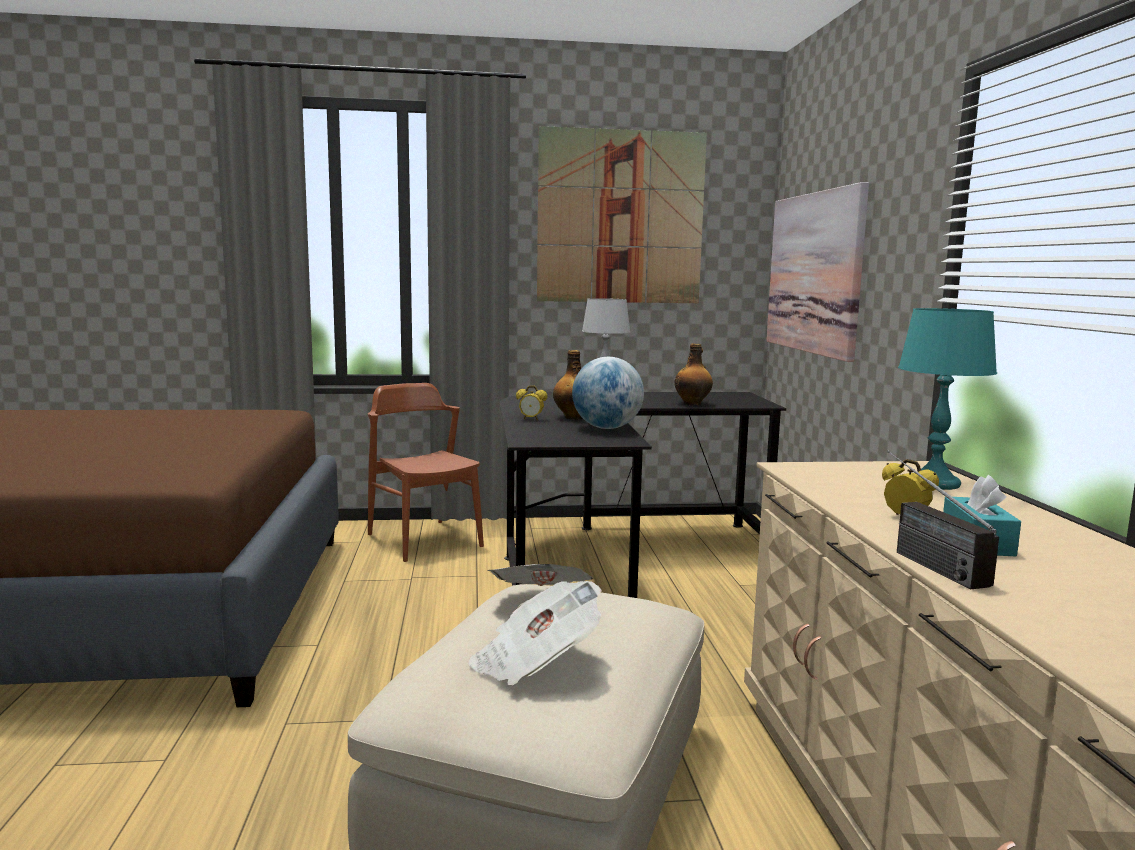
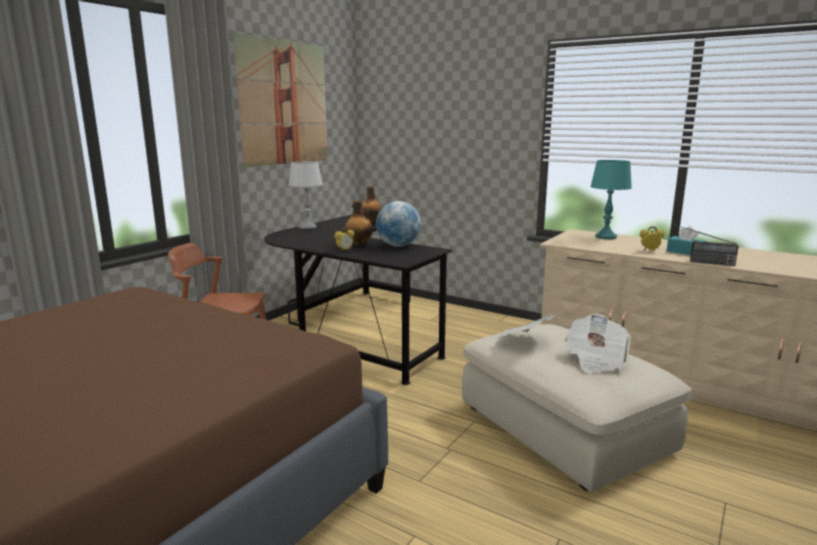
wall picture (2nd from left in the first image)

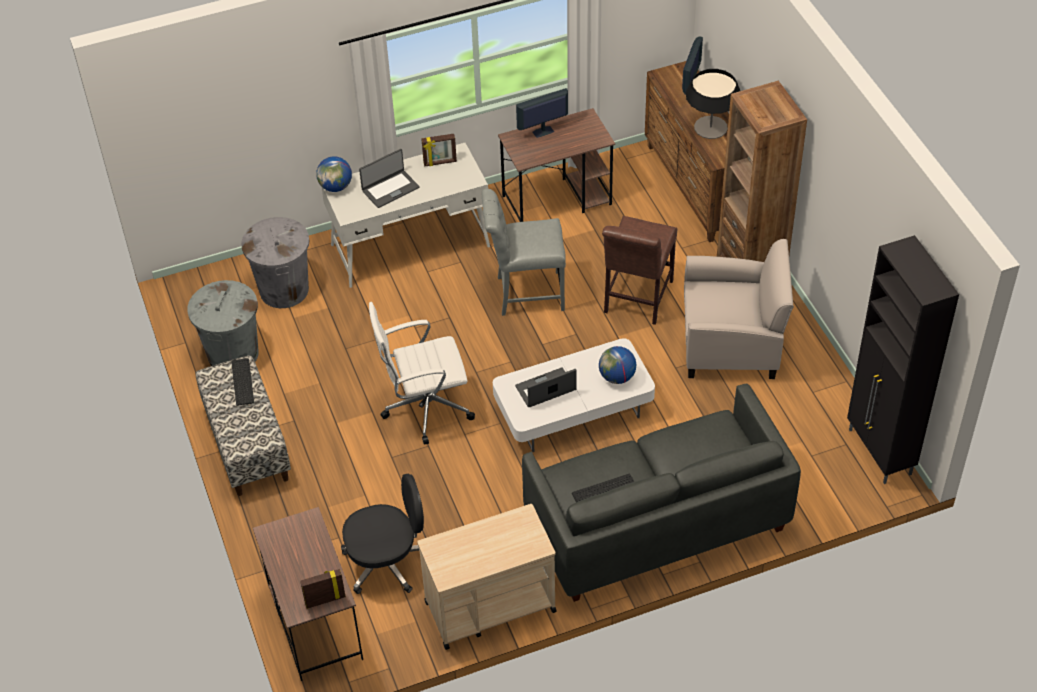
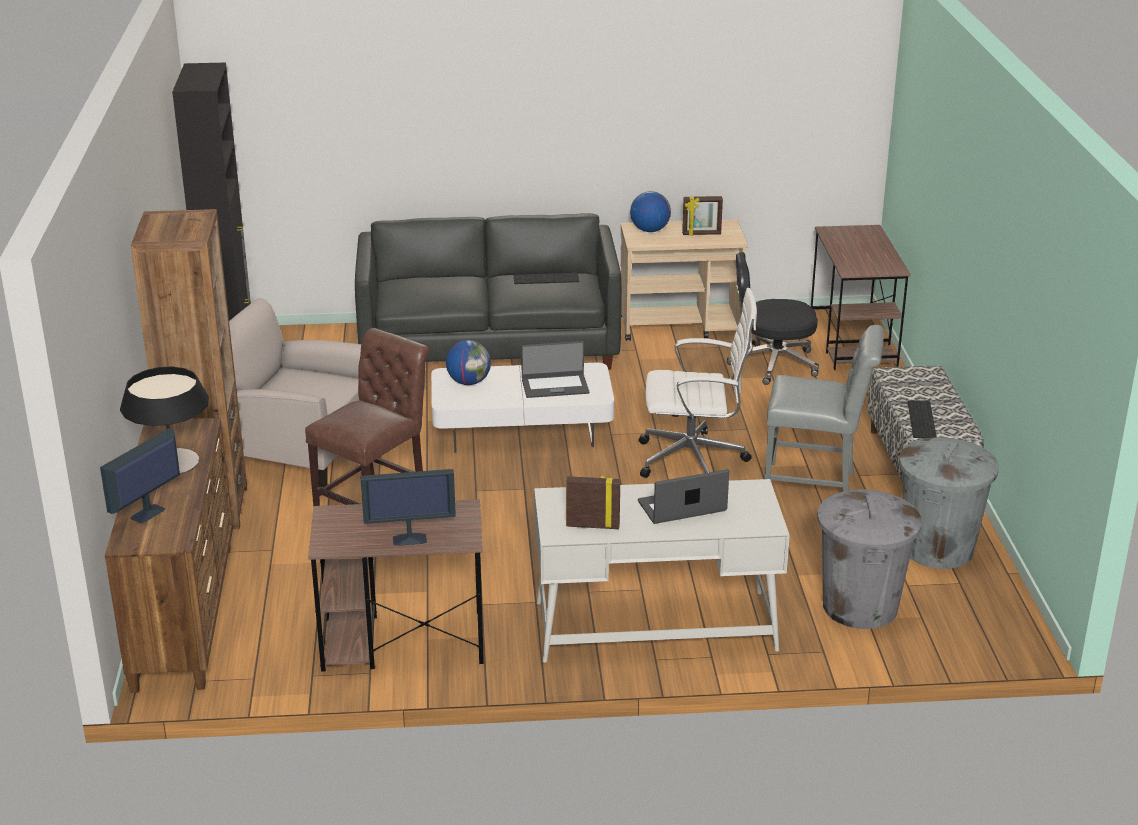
world globe (2nd from left)
picture frame (2nd from left)
gray plain chair

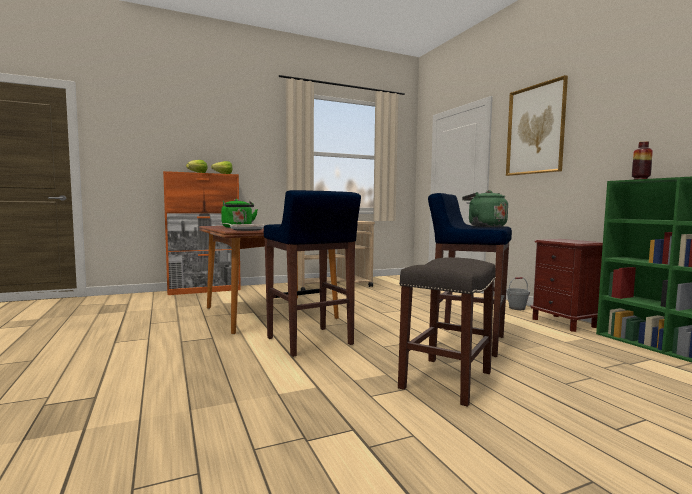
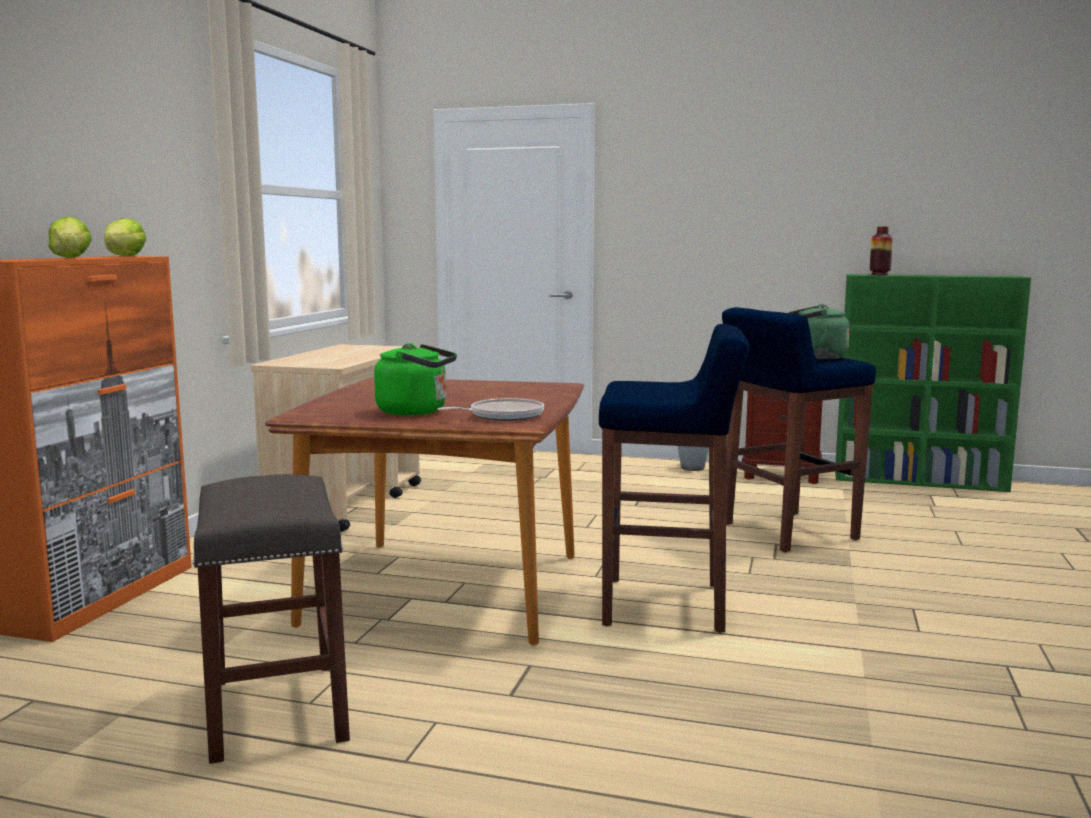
gray sitting stool
wall picture

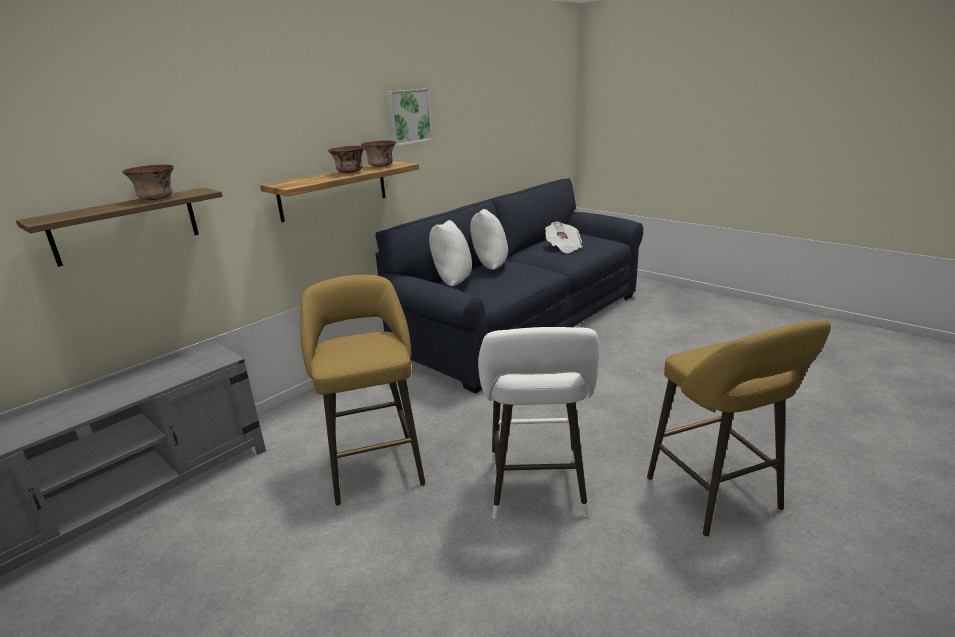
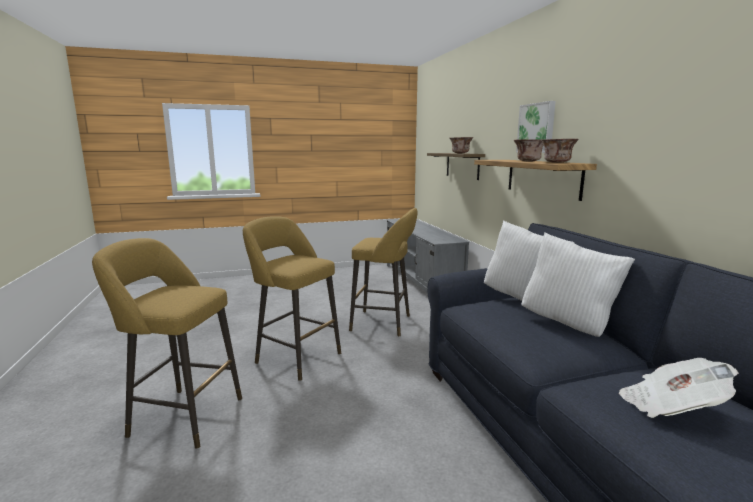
yellow-coloured sitting stool (2nd from left)
wall picture

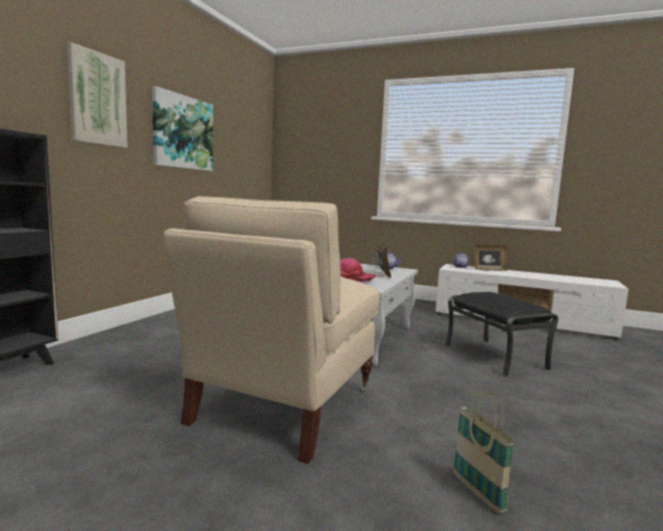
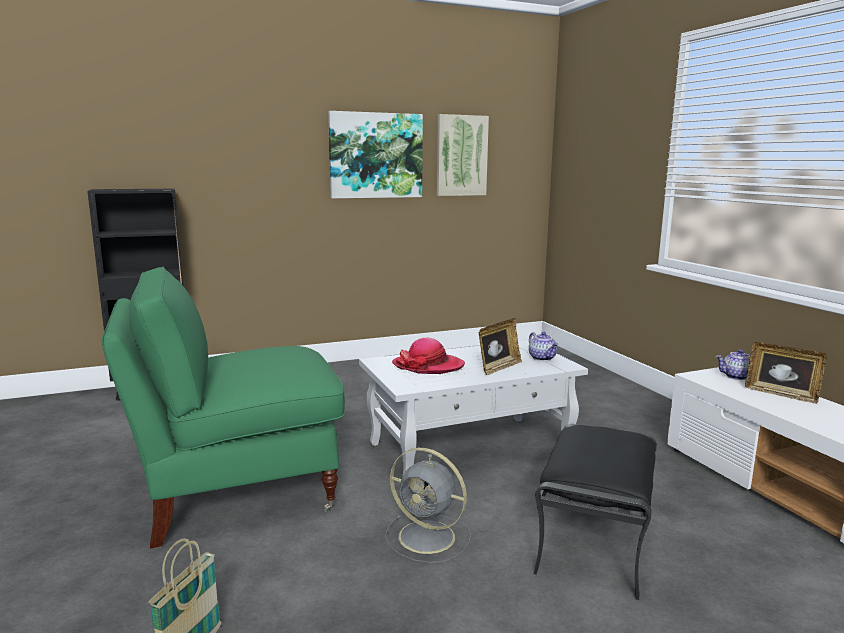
green armchair
gray cooling fan
wall picture (2nd from left)

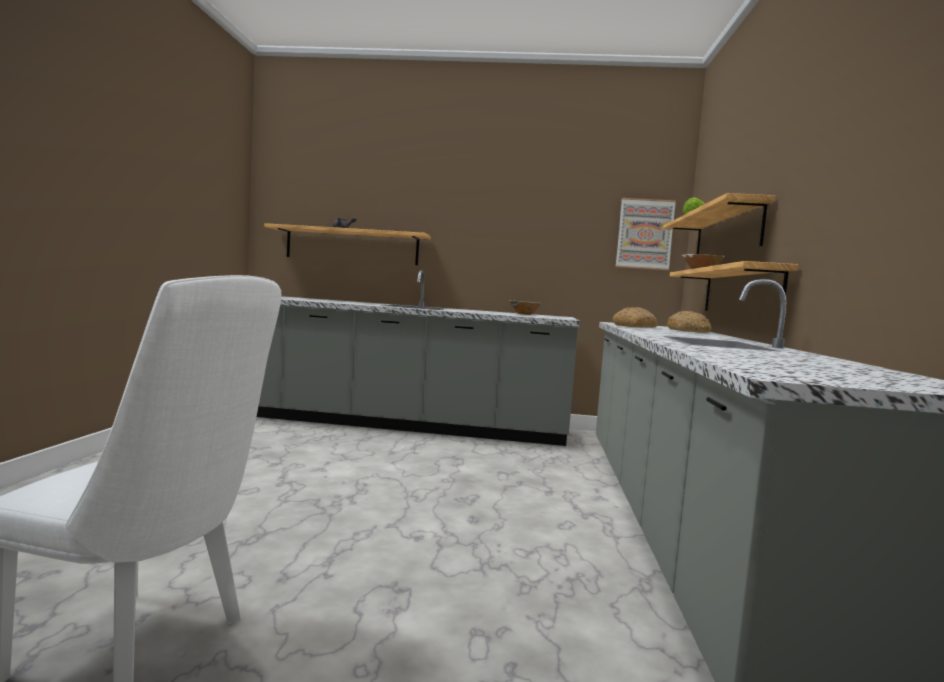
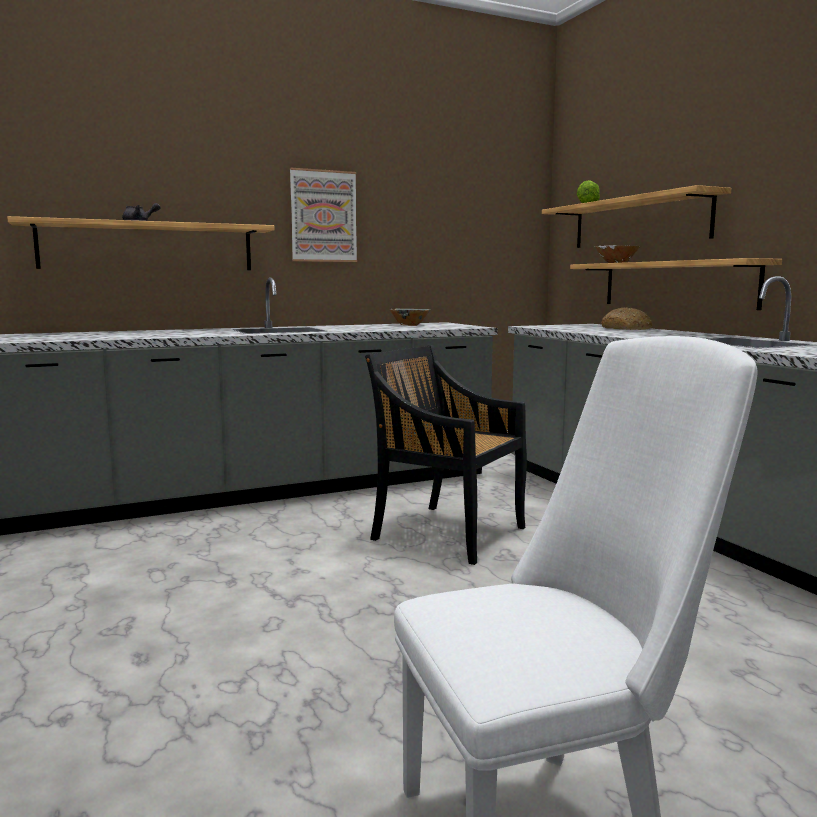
wall picture
blackish plain chair
bakery bread (1st from left in the first image)

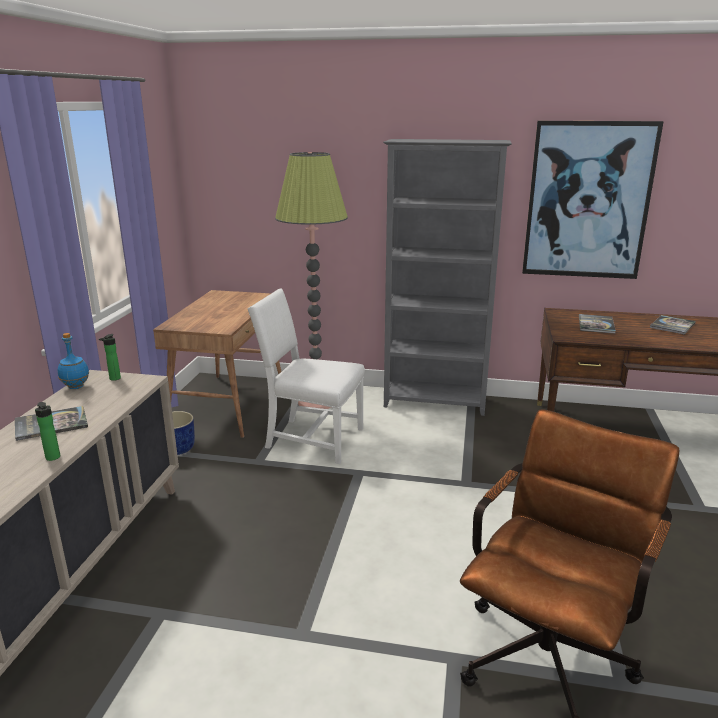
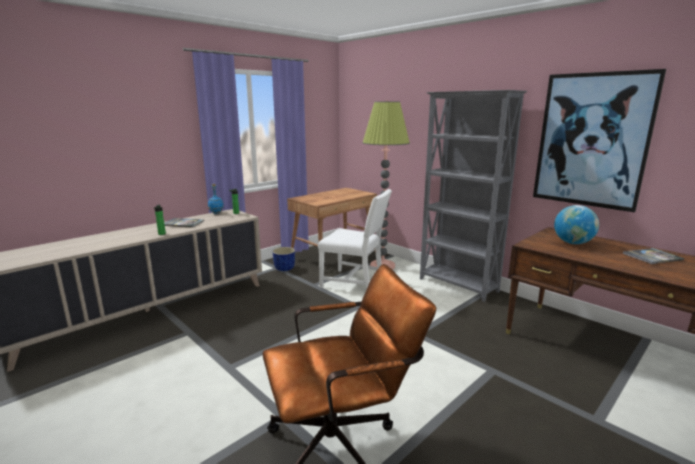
white-coloured plain chair
world globe

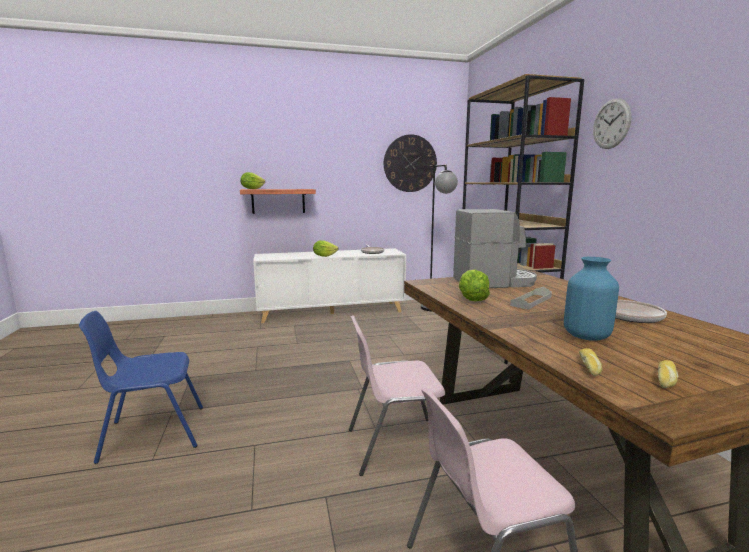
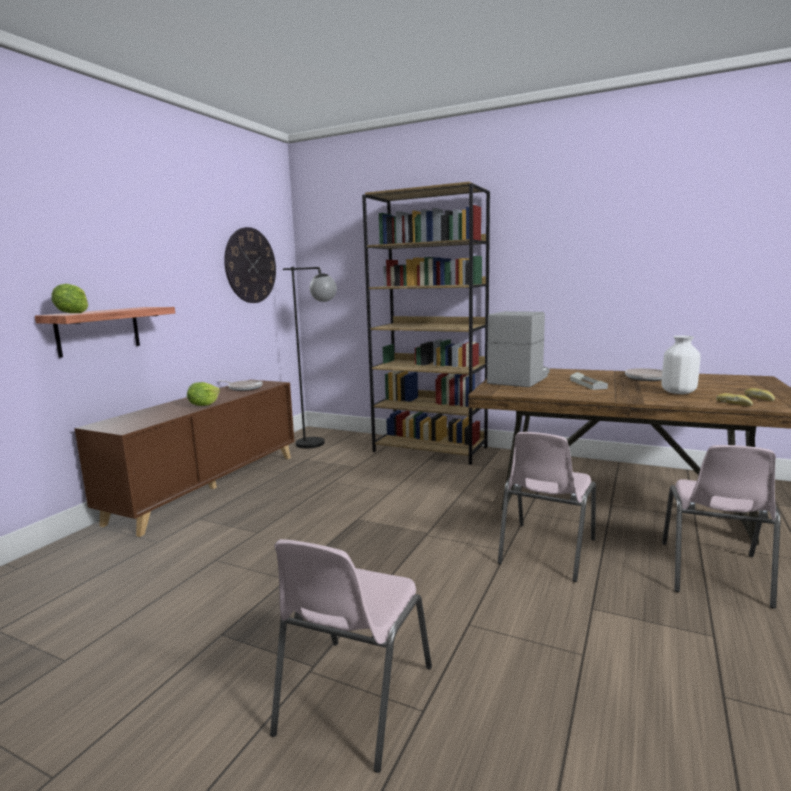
brownish cabinet
pinkish plain chair (1st from left)
white-coloured decorative vase
lettuce head (3rd from left in the first image)
clock on the wall (2nd from left in the first image)

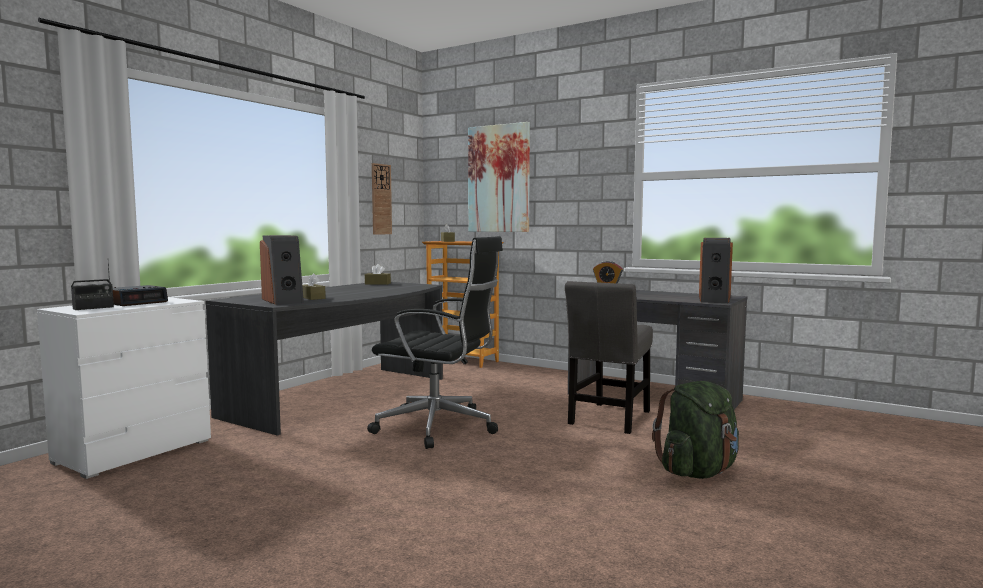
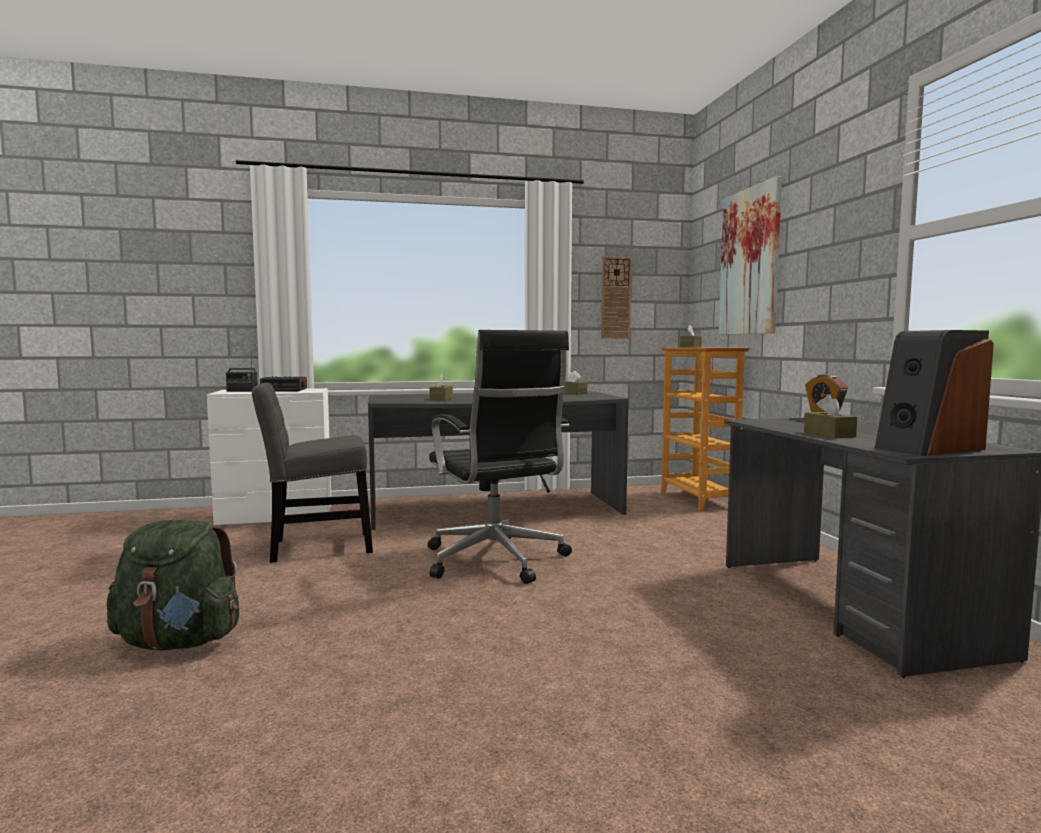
green rucksack
gray plain chair
brownish box of tissues (4th from left)
audio speaker (1st from left in the first image)

